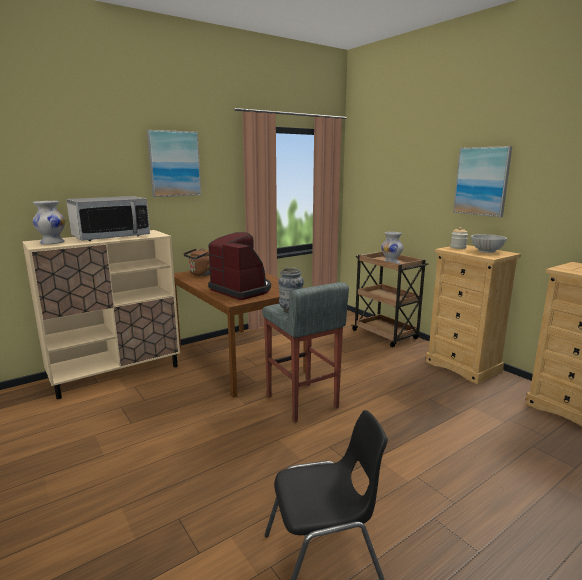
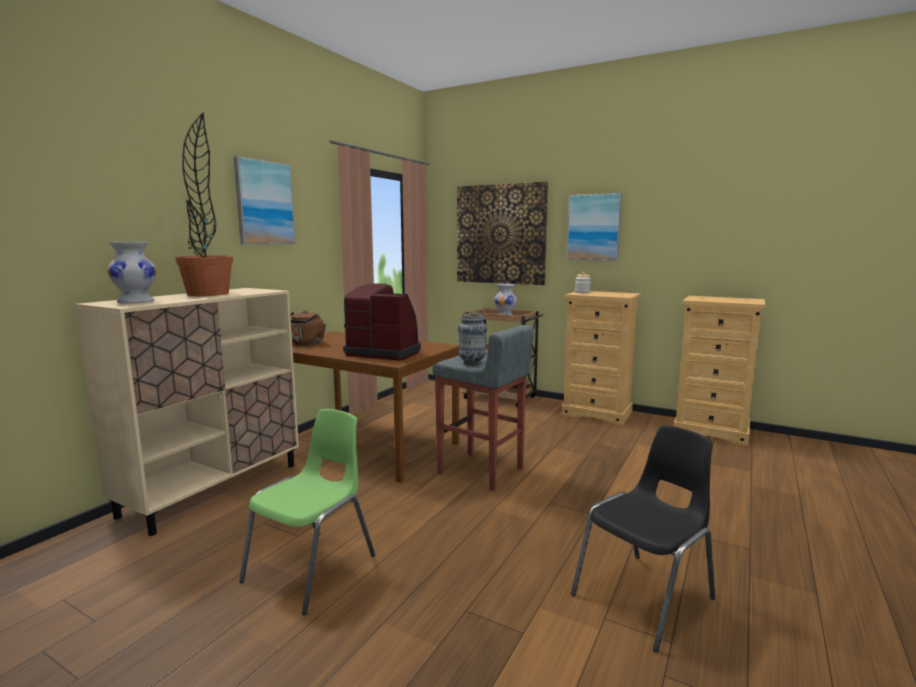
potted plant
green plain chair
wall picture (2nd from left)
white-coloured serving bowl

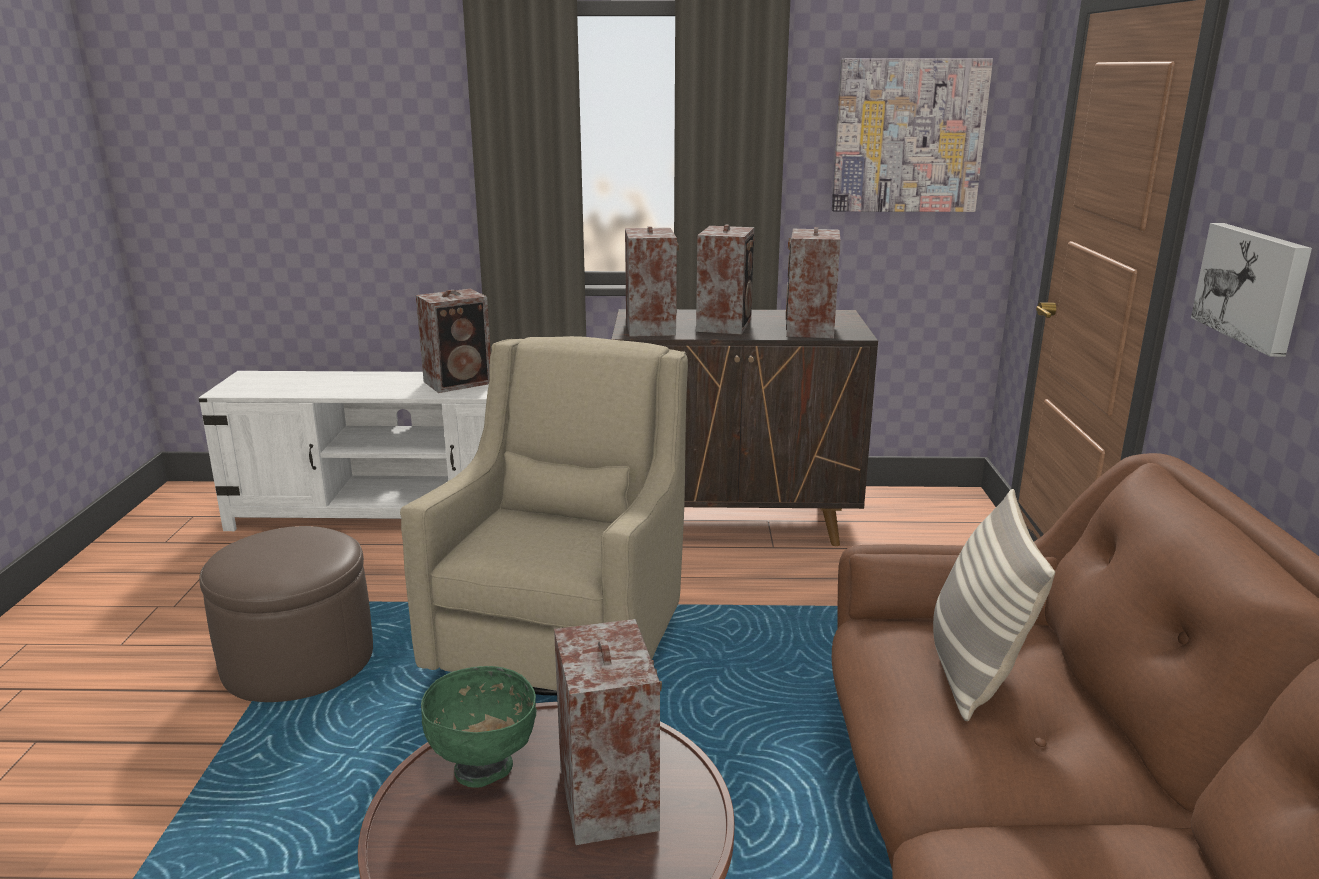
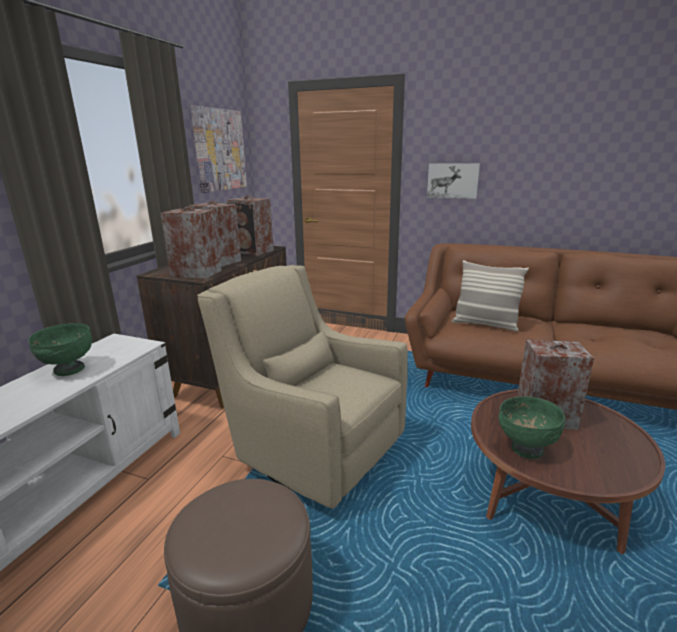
green serving bowl (1st from left)

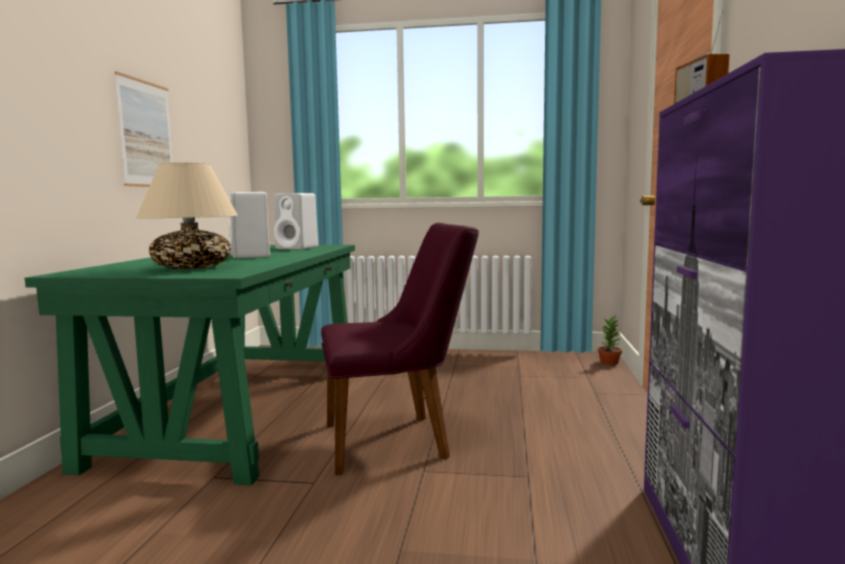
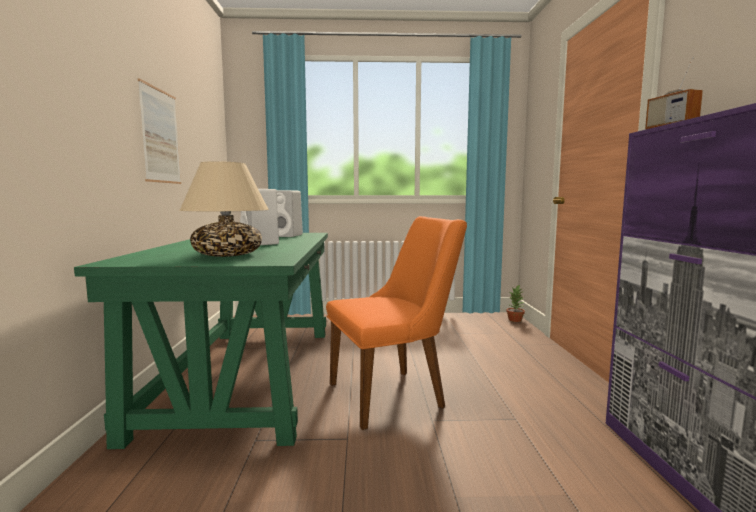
orange plain chair

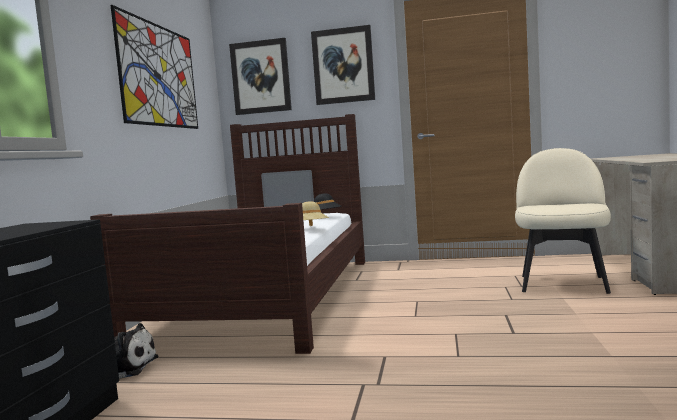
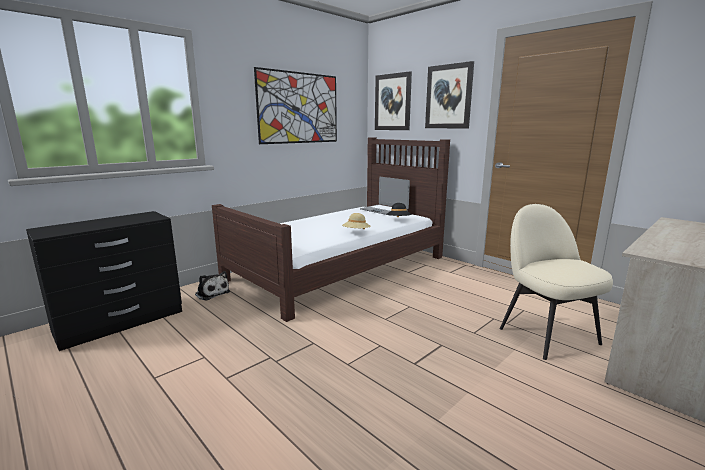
beige-coloured plain chair

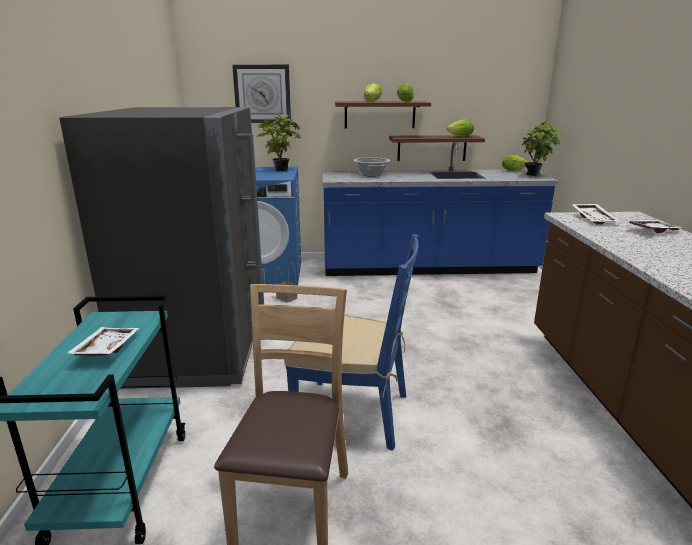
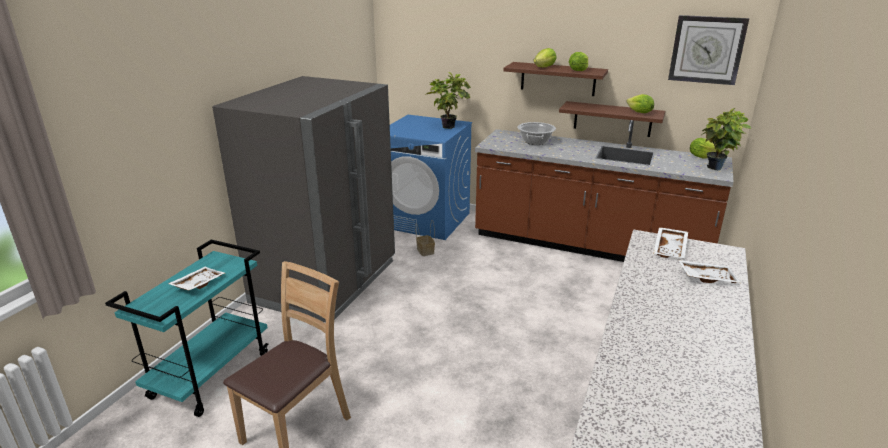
brownish counter (1st from left)
clock on the wall
bluish plain chair

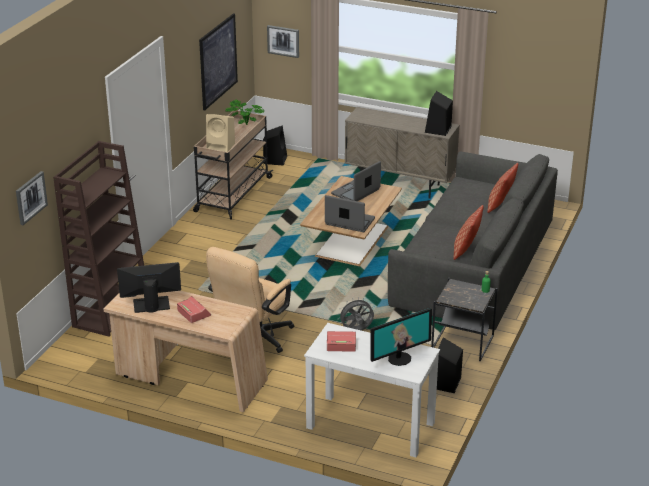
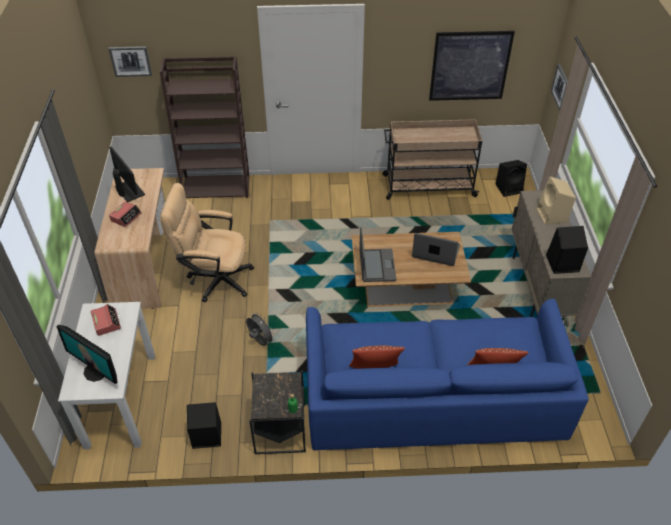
bluish sofa
beige-coloured audio speaker
potted plant

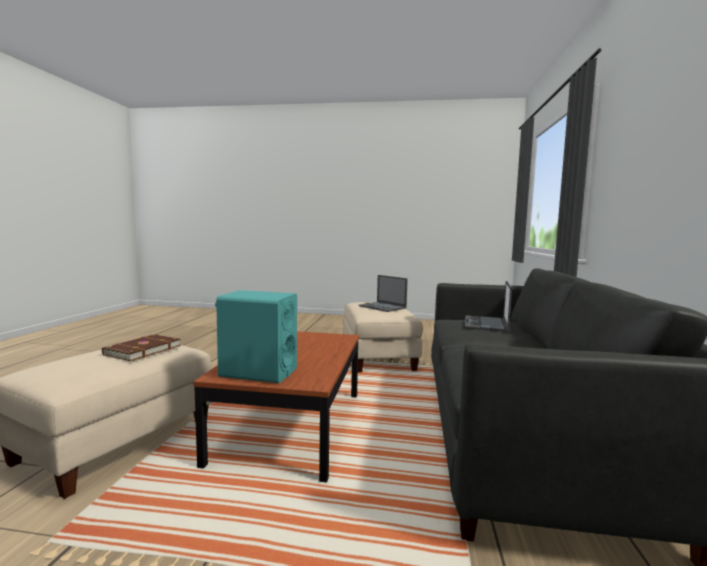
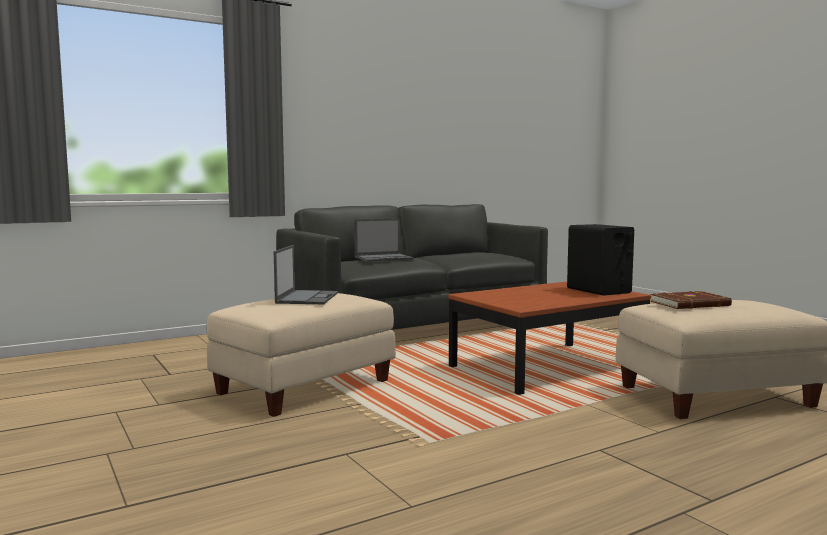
blackish audio speaker

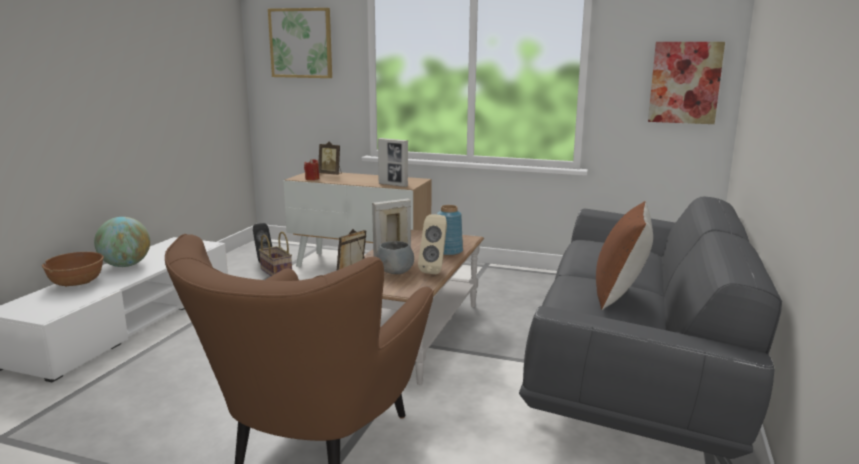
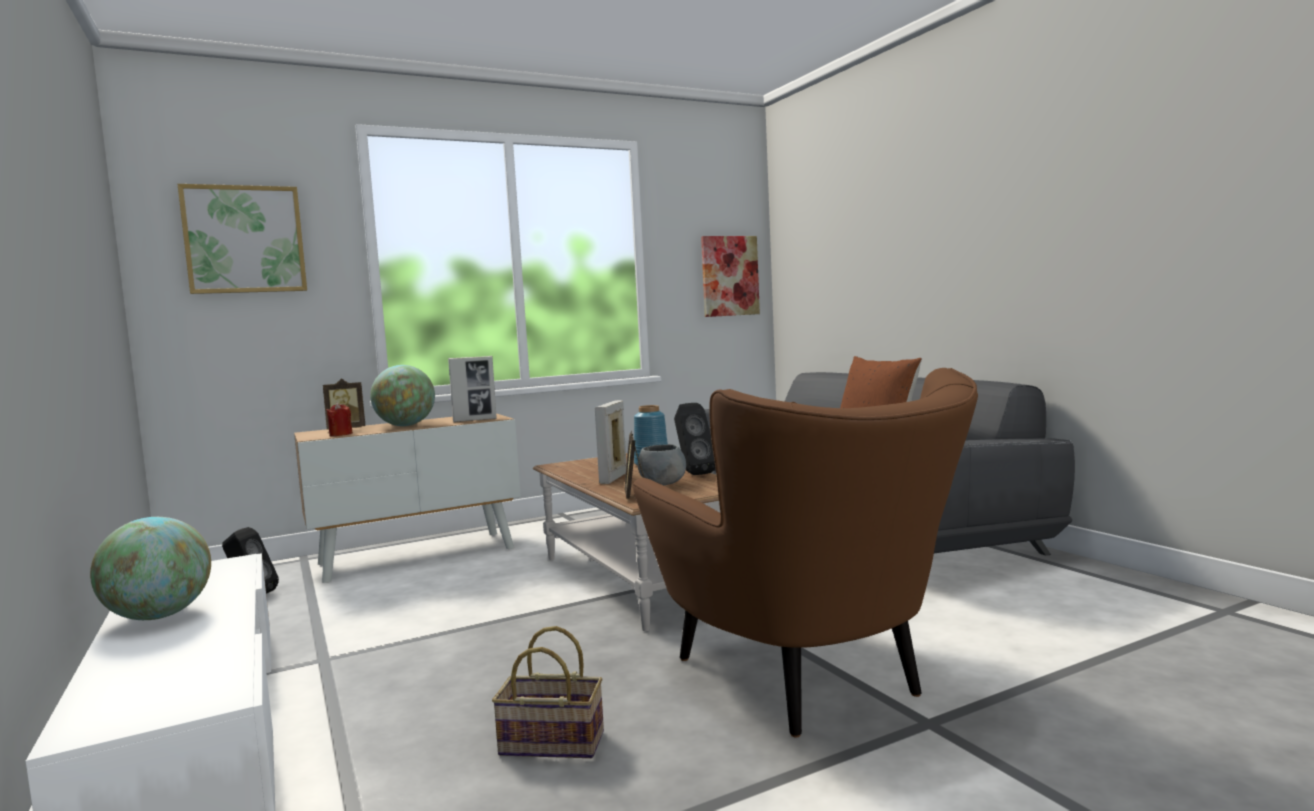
world globe (2nd from left)
household basket
blackish audio speaker (2nd from left)
brownish serving bowl

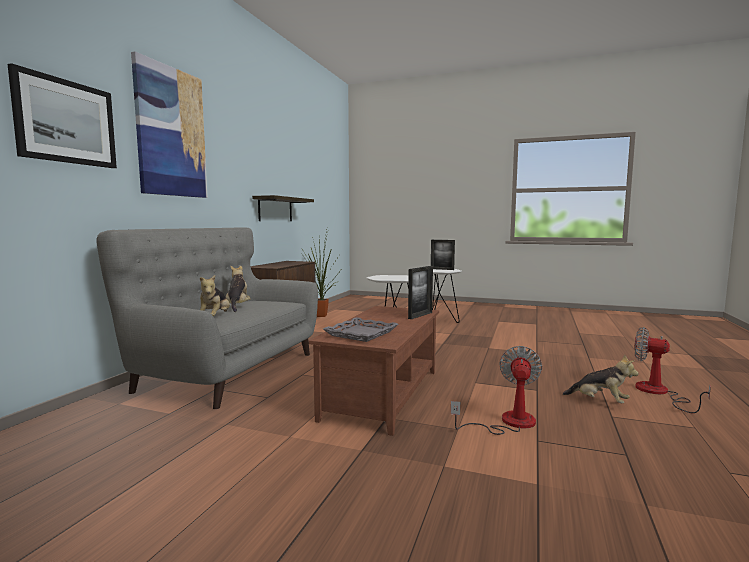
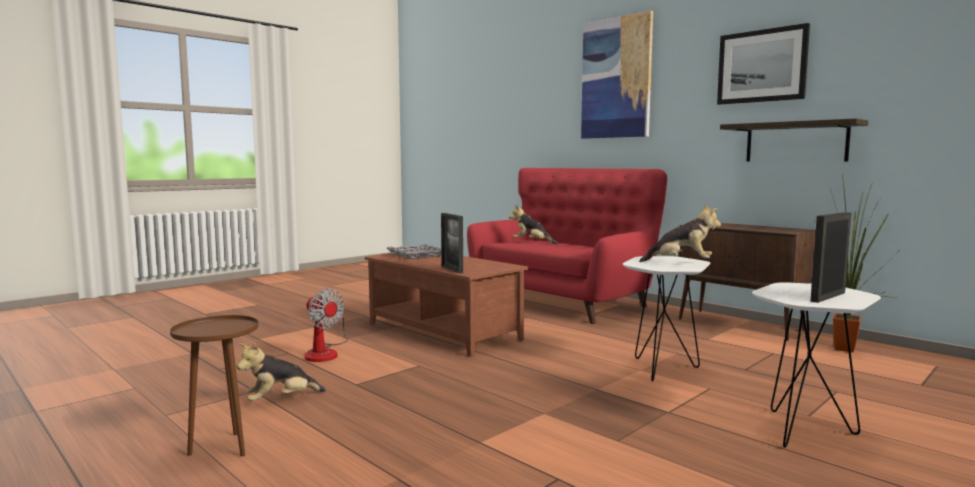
brownish accent table
red-coloured sofa
soft toy (3rd from left)
wall picture (2nd from left)

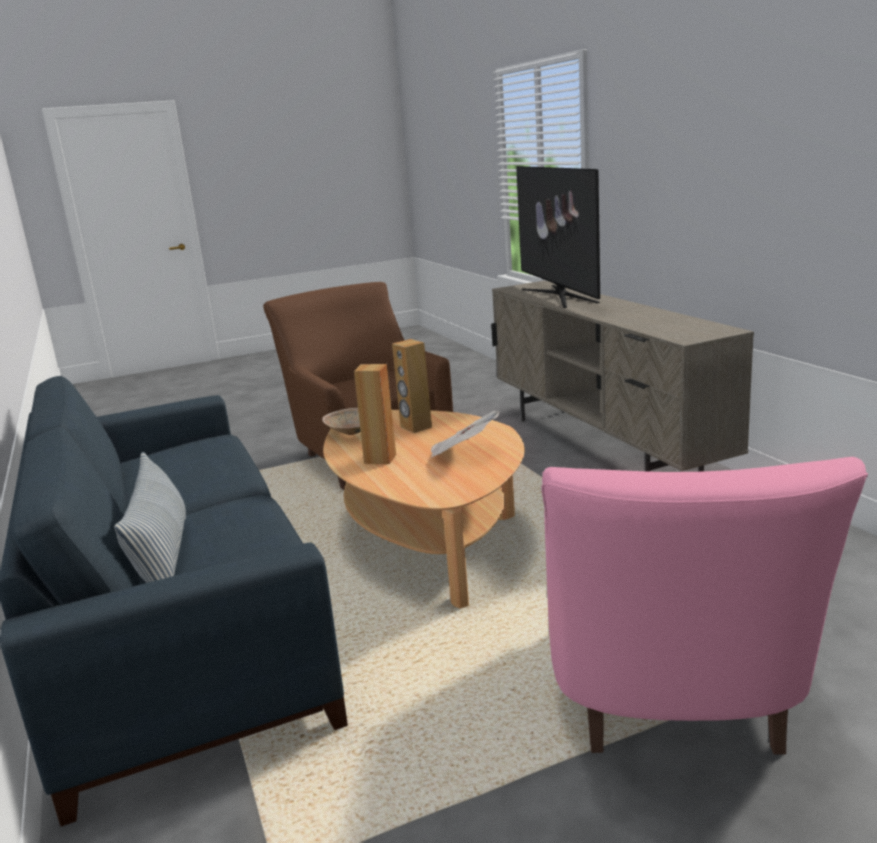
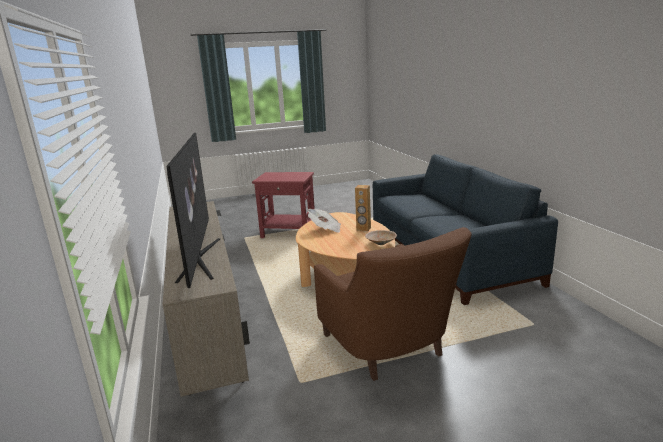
red-coloured accent table
cushion
brownish audio speaker (2nd from left in the first image)

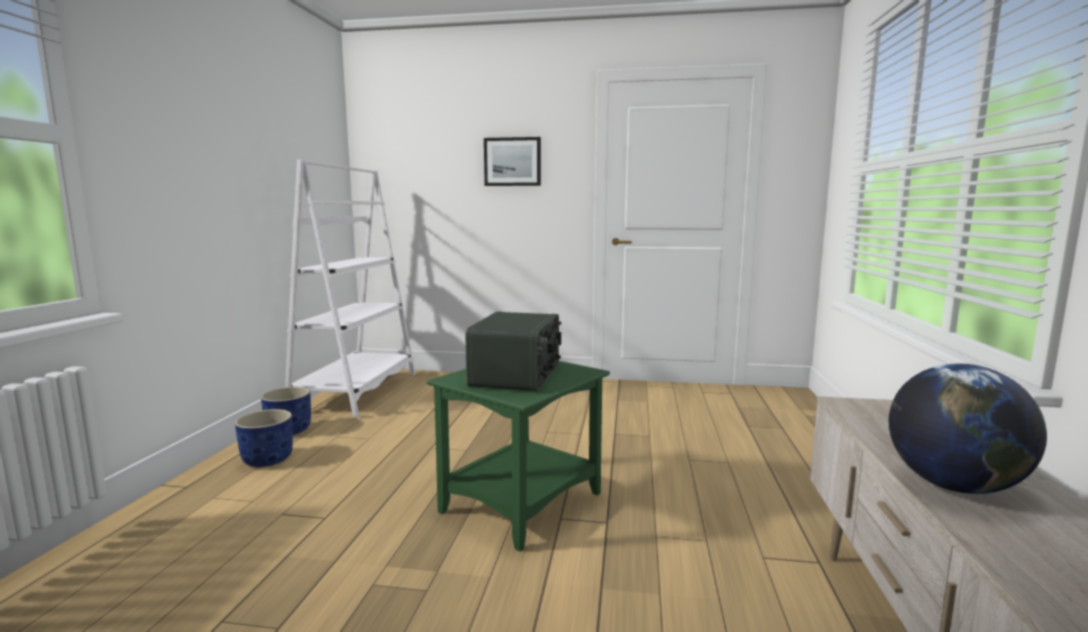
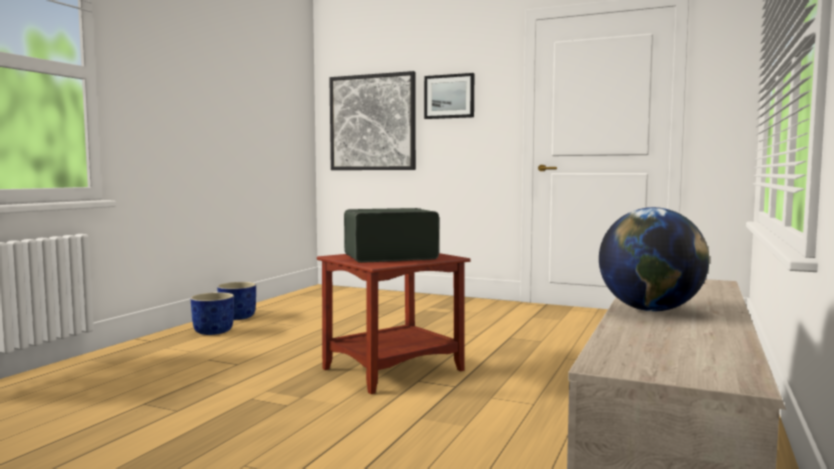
brownish accent table
wall picture (1st from left)
radio
white-coloured shelving unit

